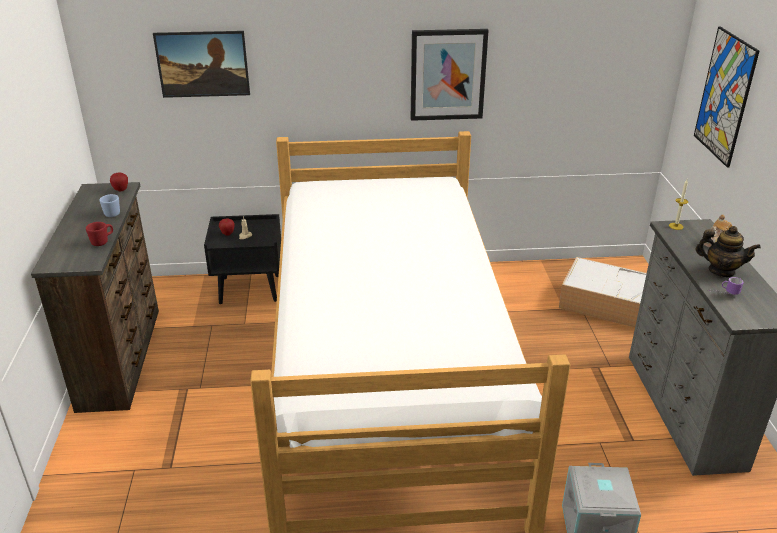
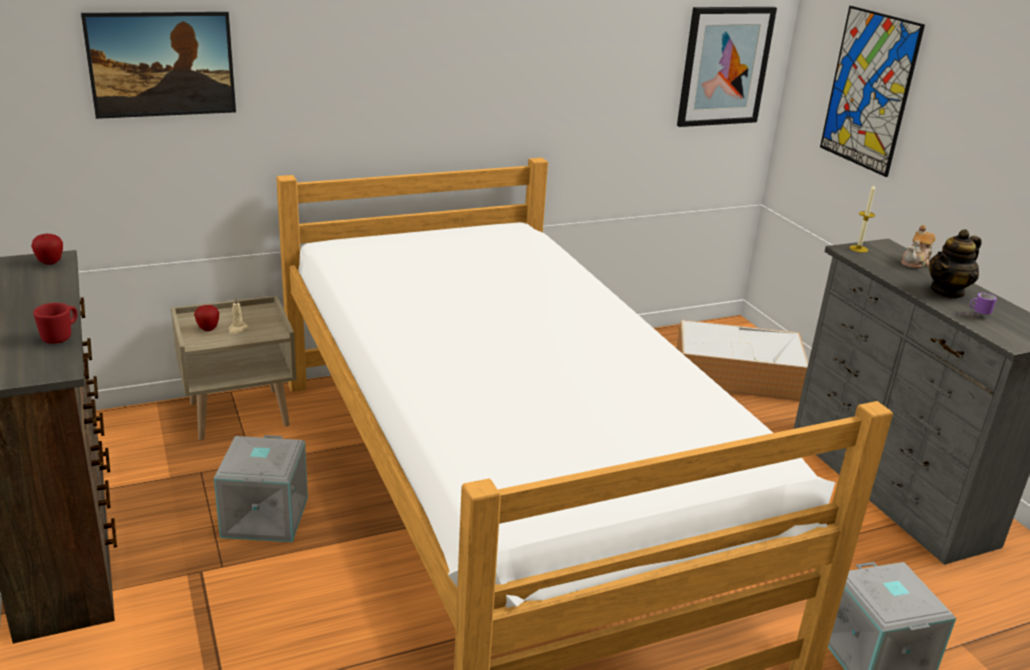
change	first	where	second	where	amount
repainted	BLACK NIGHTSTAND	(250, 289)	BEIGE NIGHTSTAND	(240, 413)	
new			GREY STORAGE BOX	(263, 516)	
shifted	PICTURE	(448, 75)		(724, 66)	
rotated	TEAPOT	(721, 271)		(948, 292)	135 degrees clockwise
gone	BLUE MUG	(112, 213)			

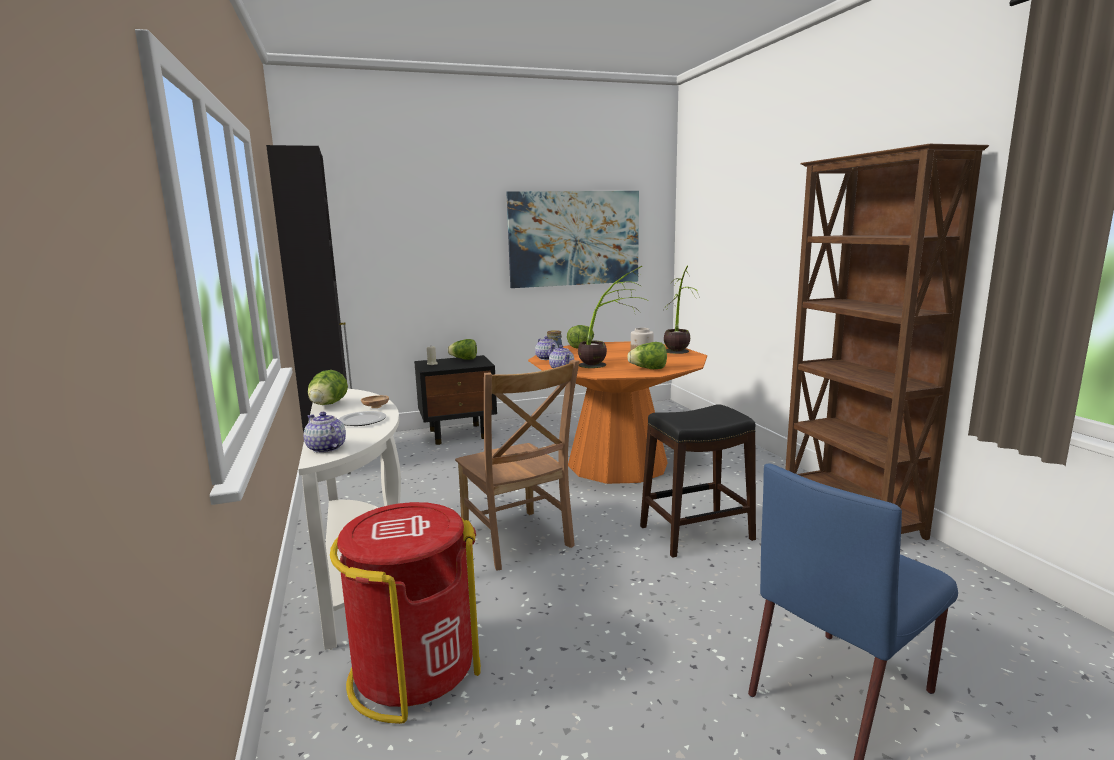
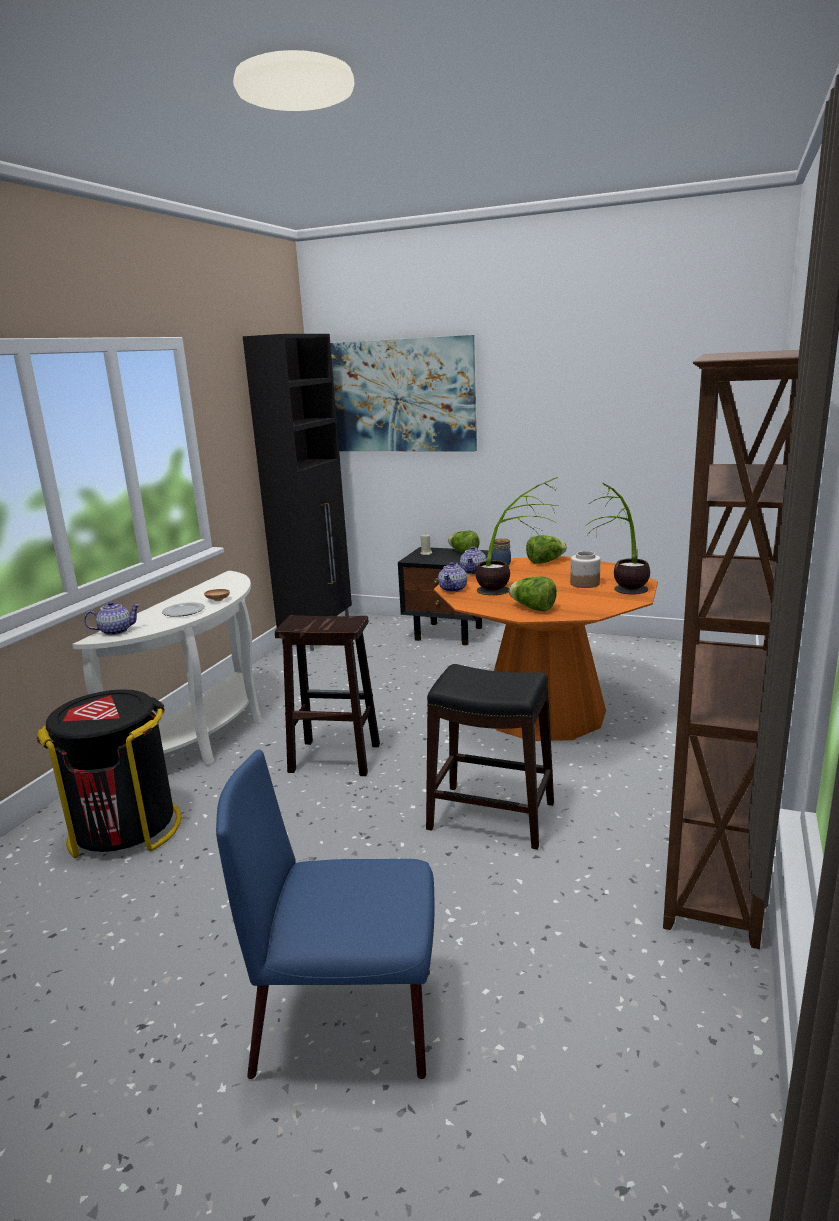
change	first	where	second	where	amount
repainted	RED TRASH CAN	(414, 673)	BLACK TRASH CAN	(125, 829)	
rotated	TEAPOT	(326, 448)		(115, 631)	75 degrees clockwise
swapped	BROWN CHAIR	(517, 541)	BROWN STOOL	(333, 758)	
shifted	PICTURE	(574, 238)		(398, 396)	
gone	LETTUCE	(327, 405)			

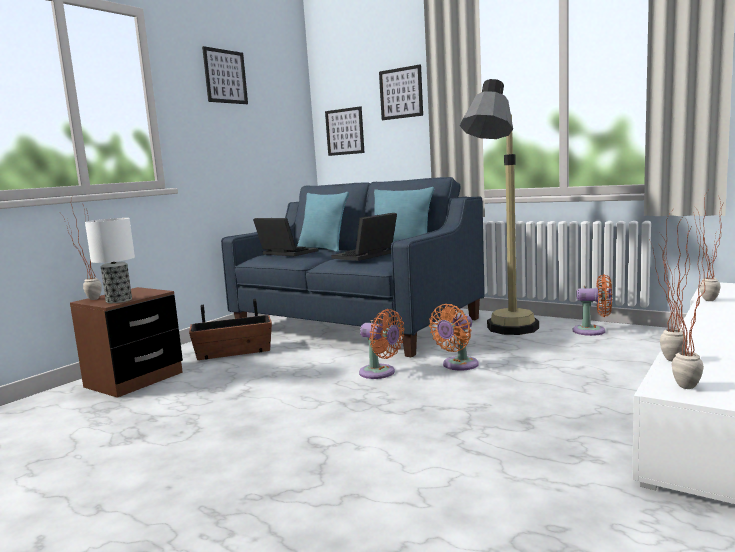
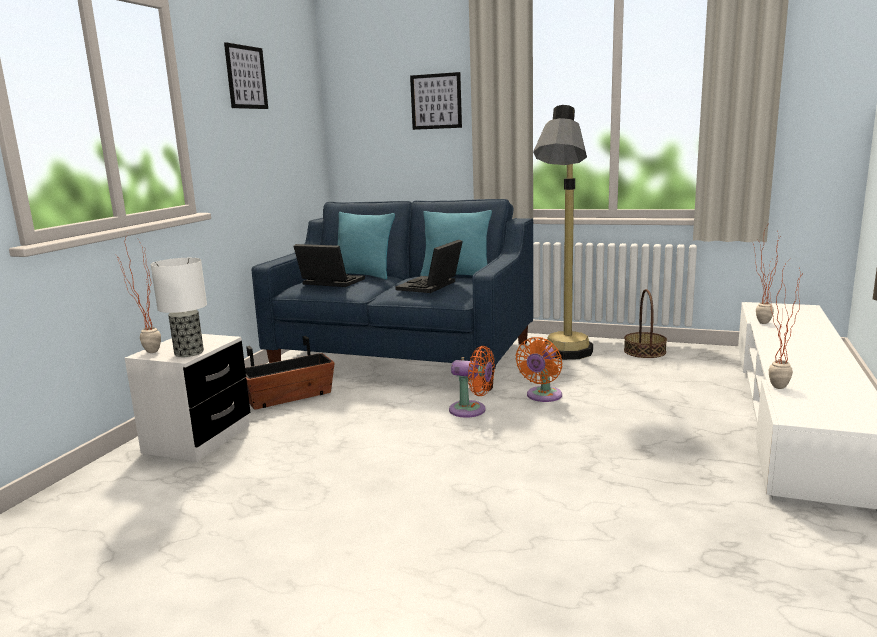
change	first	where	second	where	amount
repainted	BROWN NIGHTSTAND	(134, 380)	WHITE NIGHTSTAND	(198, 439)	
swapped	ORANGE FAN	(593, 331)	BASKET	(644, 351)	
gone	PICTURE	(345, 131)			
gone	POTTED PLANT	(676, 386)			

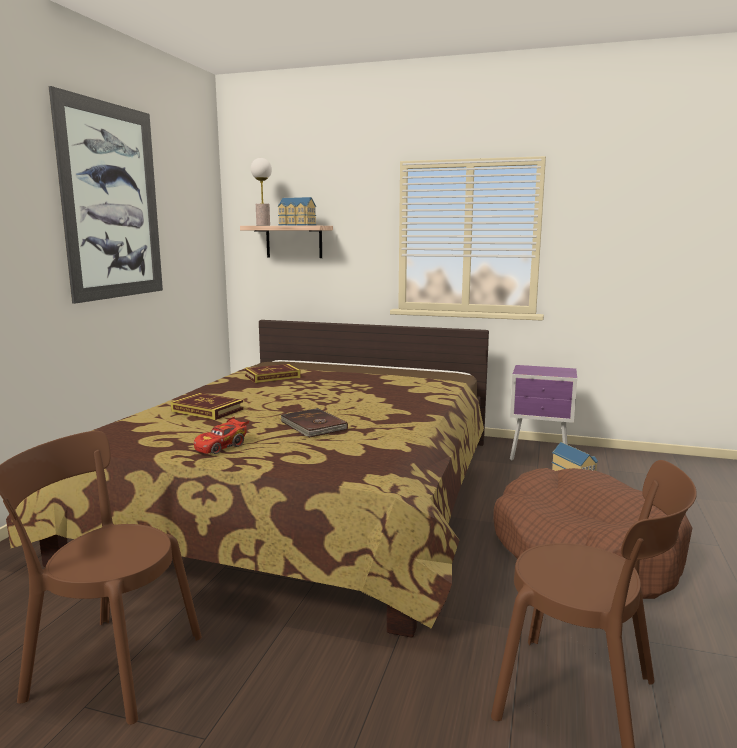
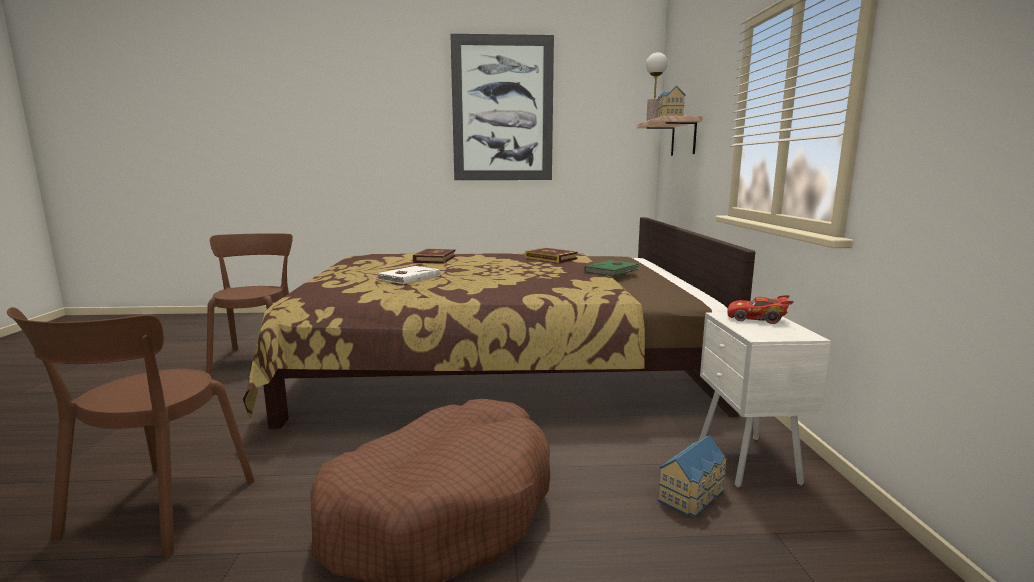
change	first	where	second	where	amount
repainted	BROWN BOOK	(313, 426)	WHITE BOOK	(408, 277)	
new			GREEN BOOK	(612, 271)	
repainted	PURPLE NIGHTSTAND	(540, 457)	WHITE NIGHTSTAND	(747, 462)	
shifted	RED TOY CAR	(221, 446)		(757, 319)	

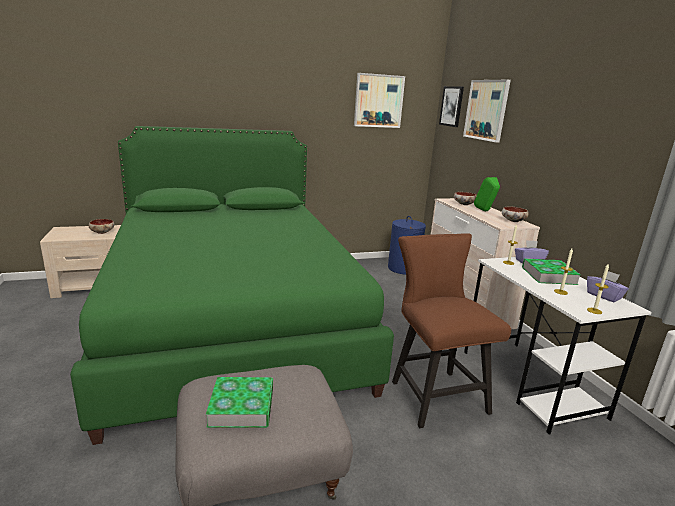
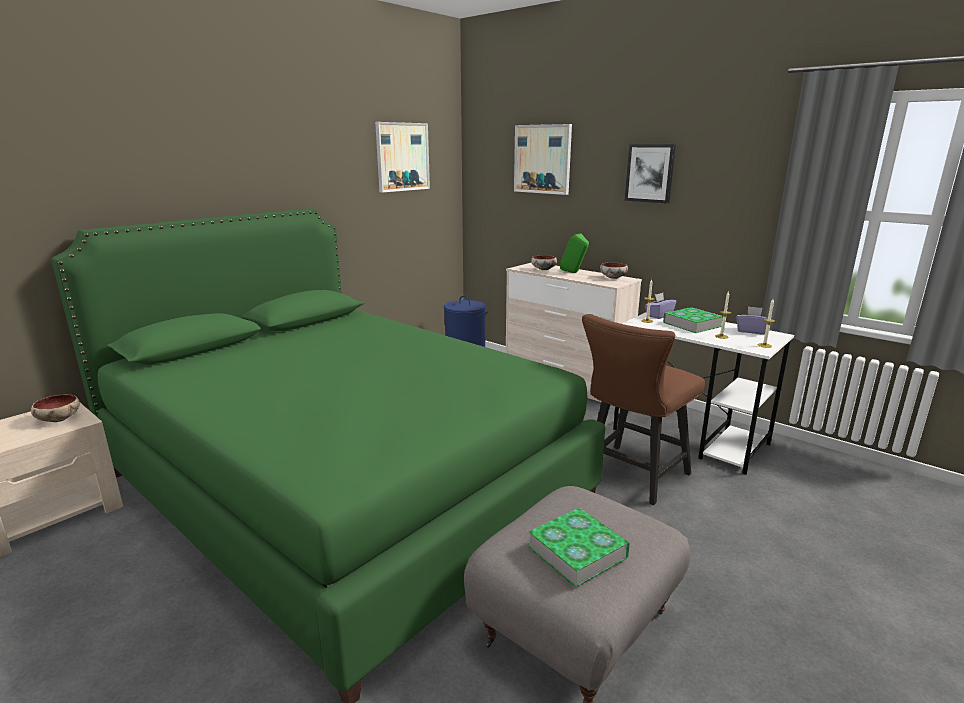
change	first	where	second	where	amount
rotated	BROWN CHAIR	(434, 393)		(631, 477)	90 degrees counterclockwise
shifted	PICTURE	(452, 106)		(650, 173)	

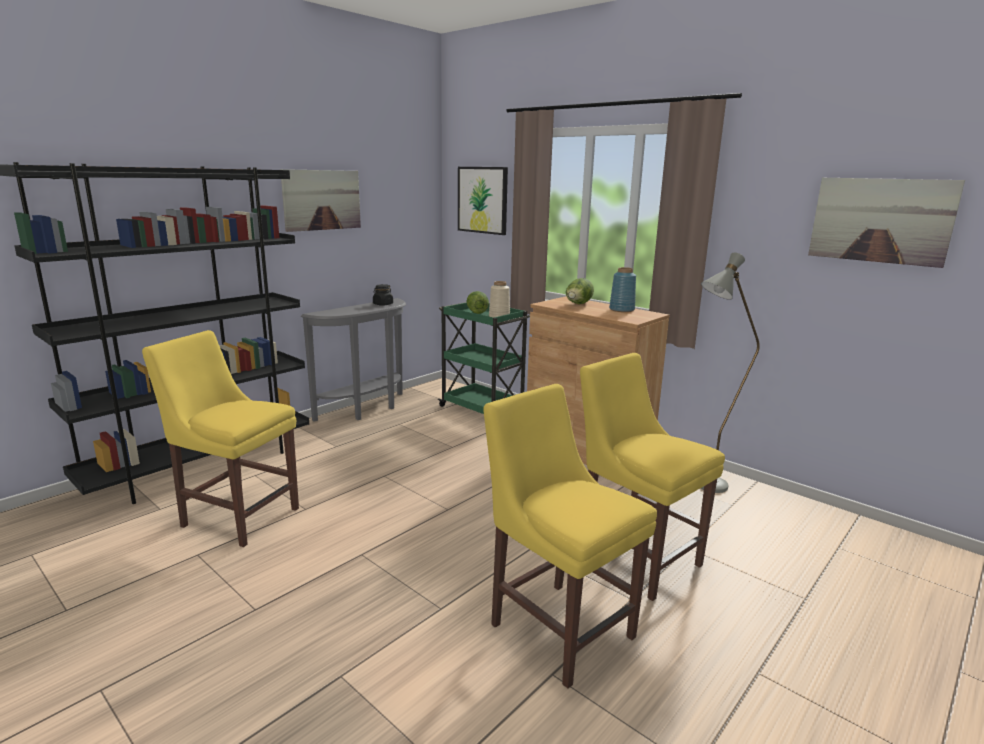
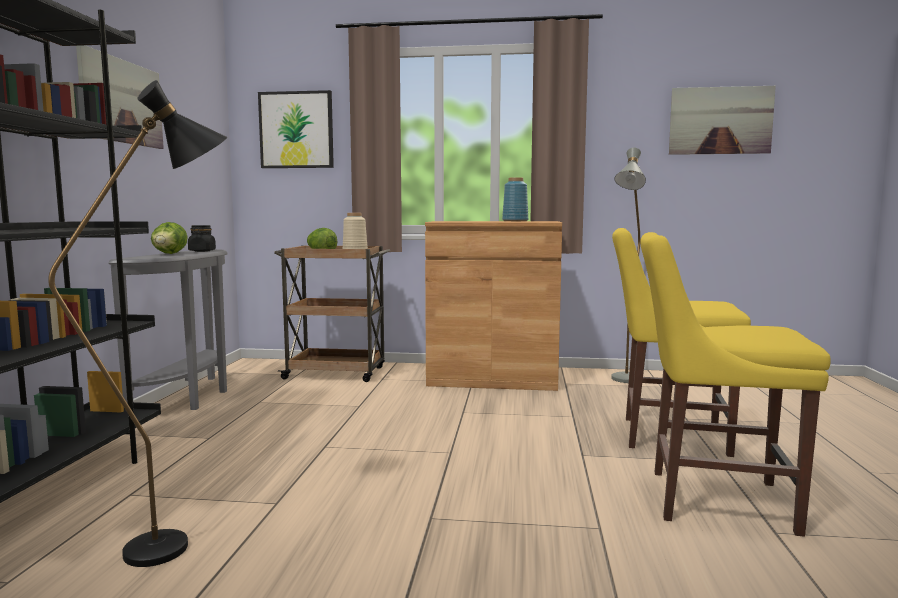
change	first	where	second	where	amount
swapped	YELLOW CHAIR	(237, 515)	BLACK FLOOR LAMP	(179, 542)	
shifted	LETTUCE	(578, 304)		(169, 254)	
repainted	GREEN CART	(482, 410)	BROWN CART	(337, 373)	

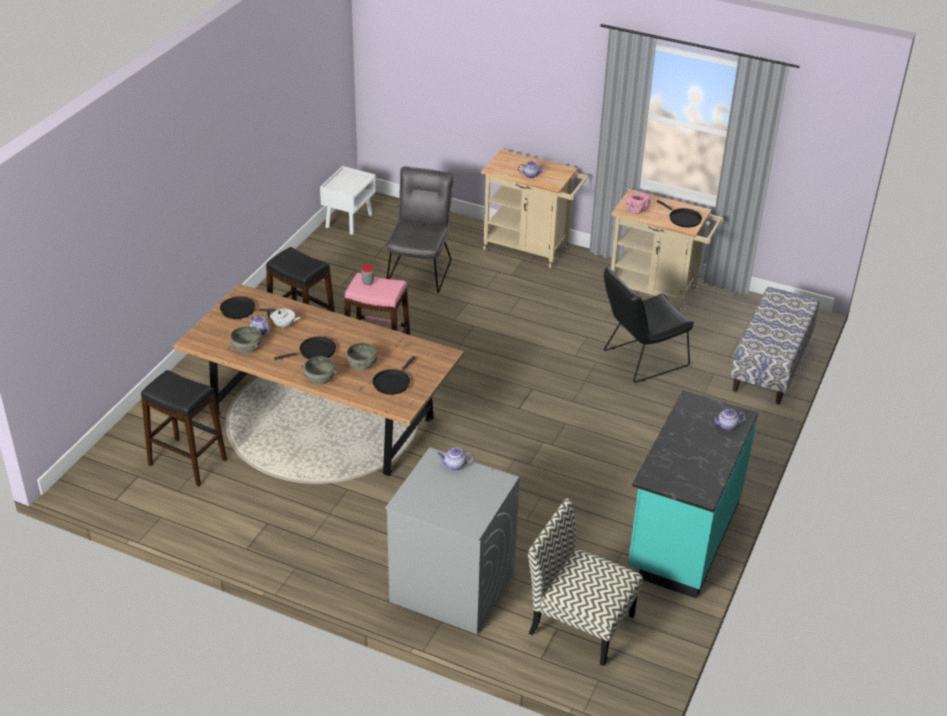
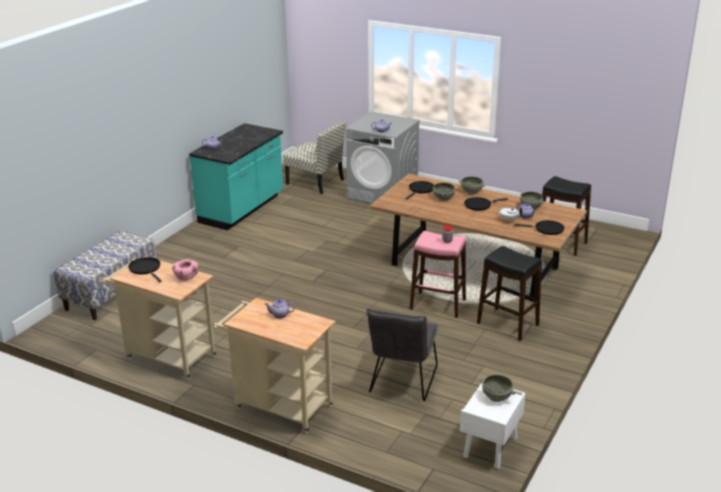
change	first	where	second	where	amount
new			GREY BOWL	(496, 397)	
gone	BLACK CHAIR	(640, 360)			

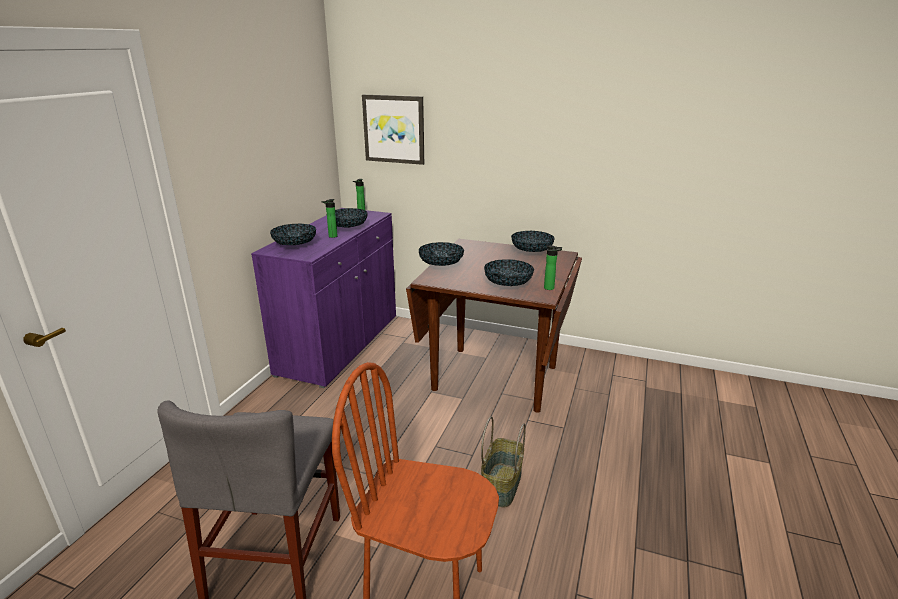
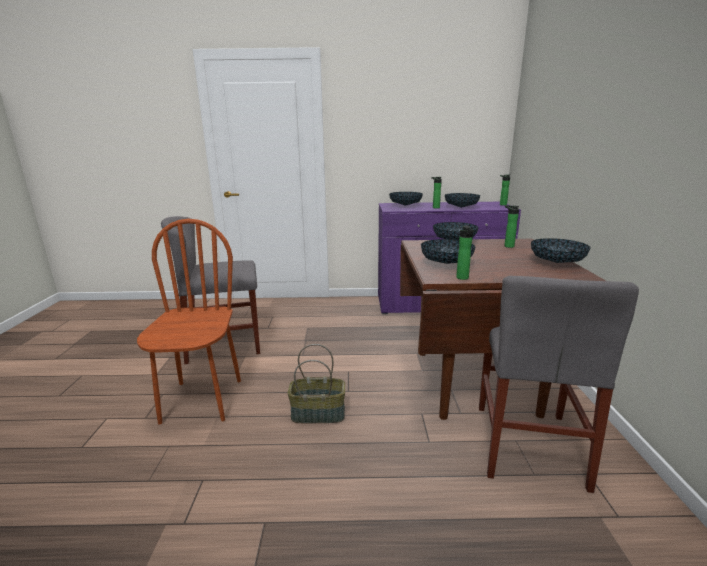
change	first	where	second	where	amount
new			GREY CHAIR	(527, 444)	
new			BOTTLE	(507, 246)	
gone	PICTURE	(394, 129)			

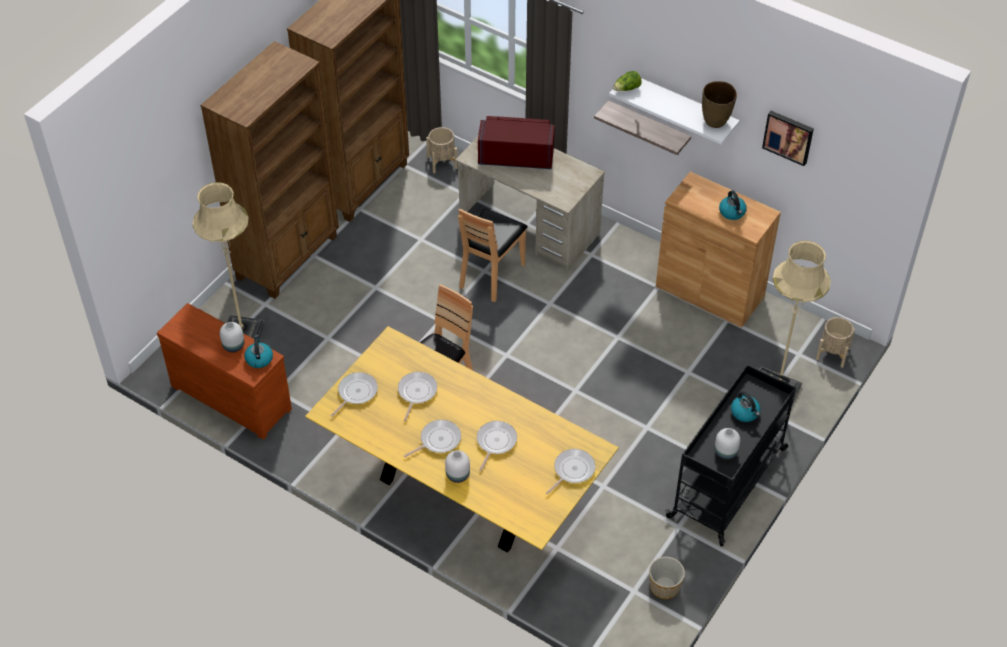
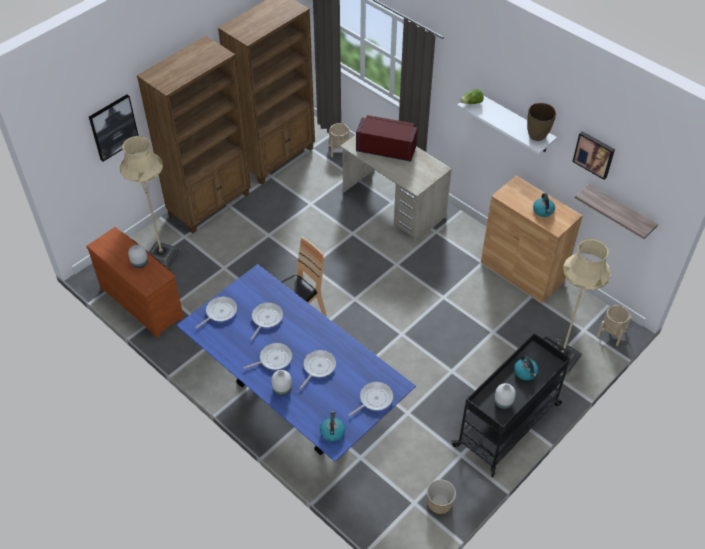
change	first	where	second	where	amount
new			PICTURE	(113, 127)	
repainted	YELLOW DINING TABLE	(462, 492)	BLUE DINING TABLE	(297, 401)	
shifted	KETTLE	(259, 358)		(332, 431)	
shifted	SHELF	(648, 129)		(619, 212)	
gone	BROWN CHAIR	(491, 275)			

